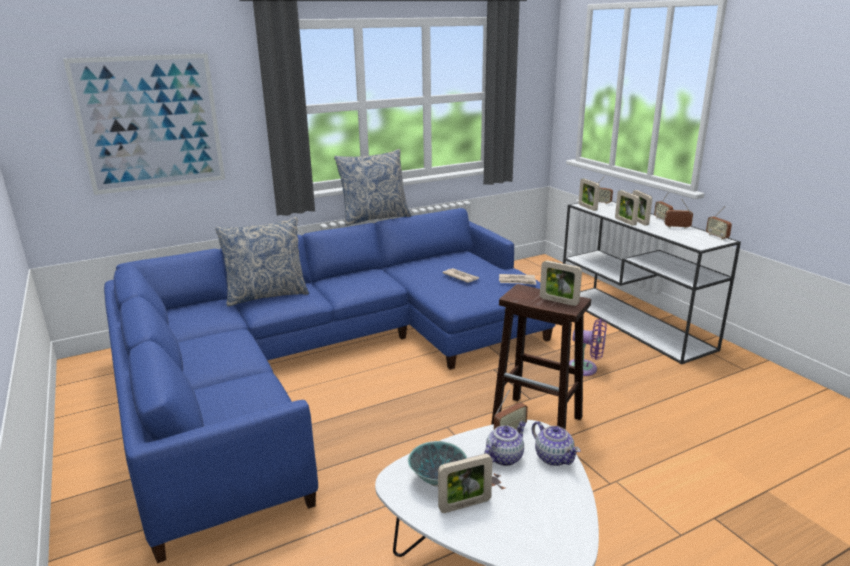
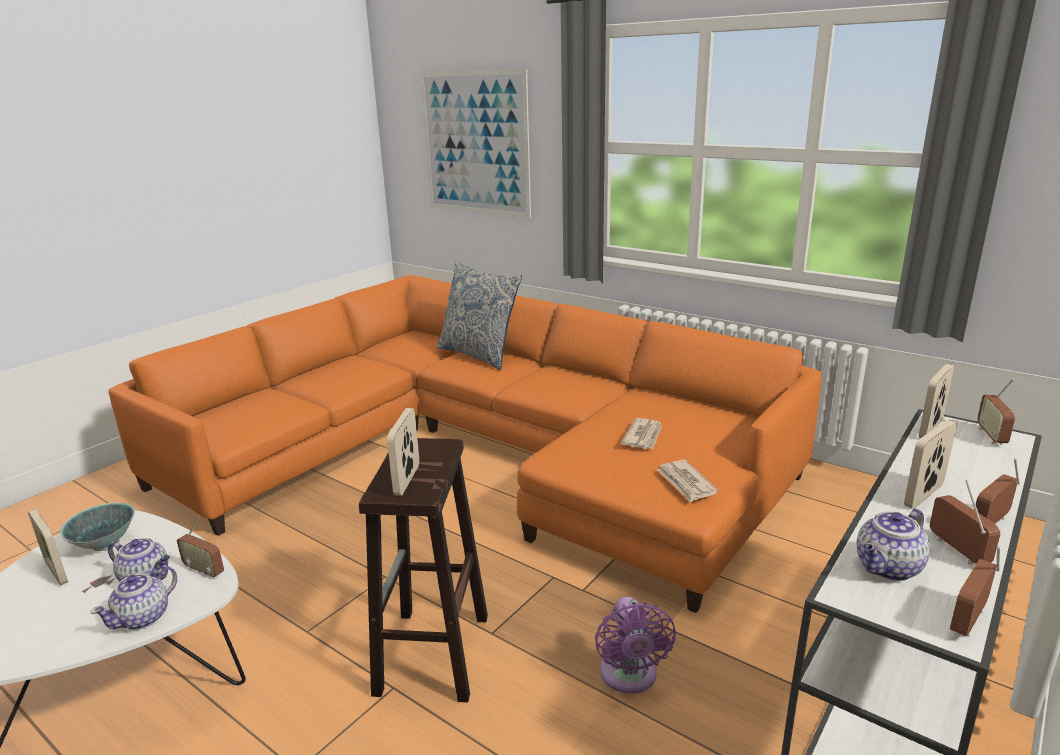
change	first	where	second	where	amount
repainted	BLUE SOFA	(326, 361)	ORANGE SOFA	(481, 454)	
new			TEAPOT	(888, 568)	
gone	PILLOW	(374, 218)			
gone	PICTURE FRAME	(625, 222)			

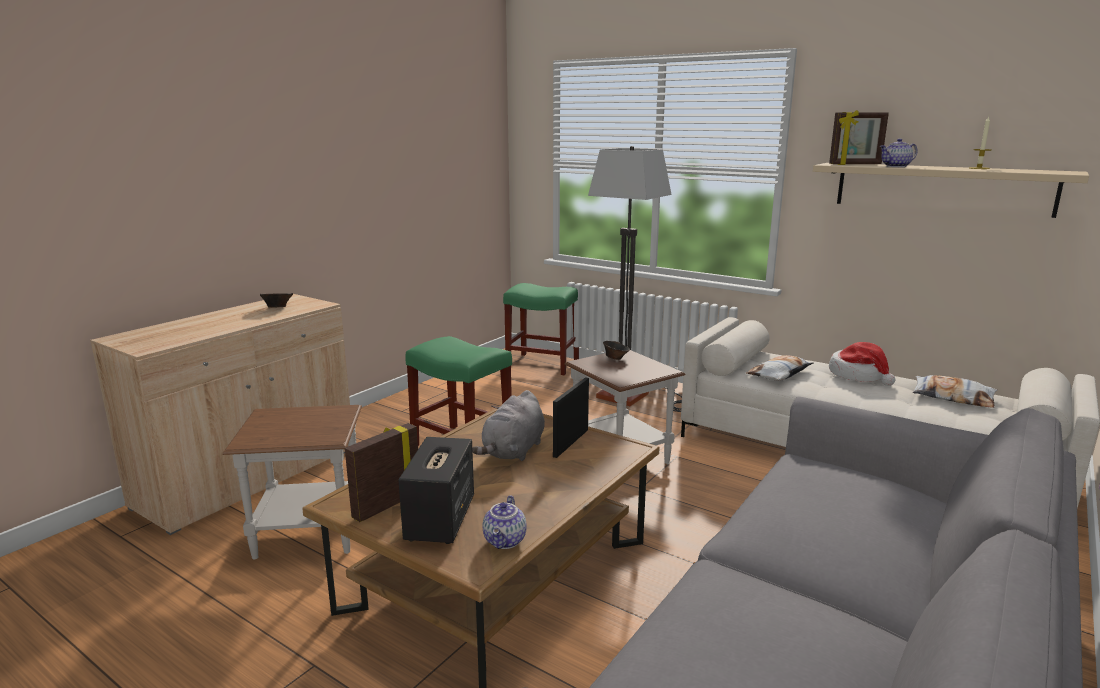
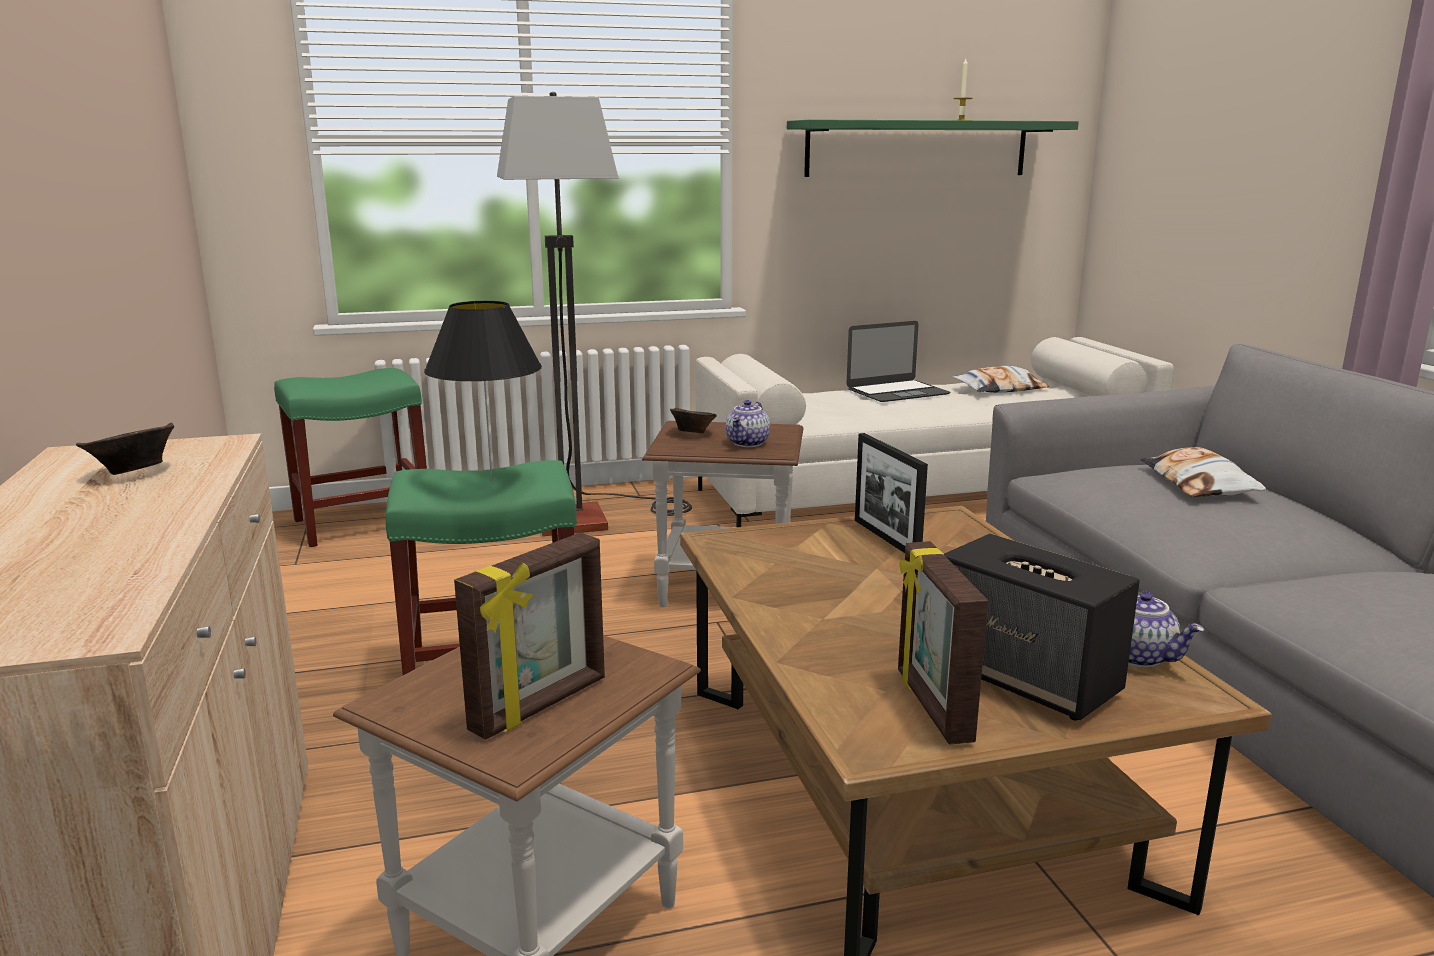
change	first	where	second	where	amount
new			BLACK TABLE LAMP	(492, 482)	
shifted	PICTURE FRAME	(855, 164)		(541, 705)	
shifted	TEAPOT	(896, 166)		(748, 443)	
repainted	BEIGE SHELF	(942, 188)	GREEN SHELF	(917, 148)	
swapped	HAT	(858, 375)	LAPTOP	(897, 391)	
shifted	PILLOW	(779, 374)		(1199, 484)	
gone	GREY PLUSH TOY	(513, 451)			

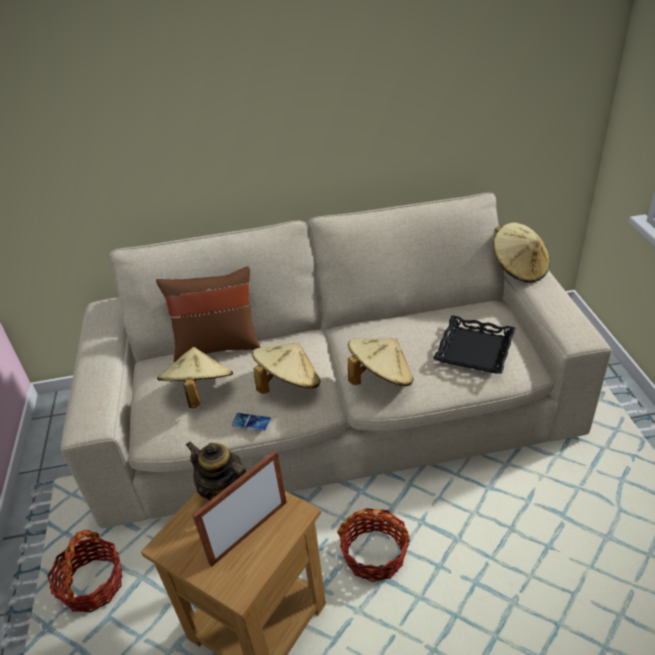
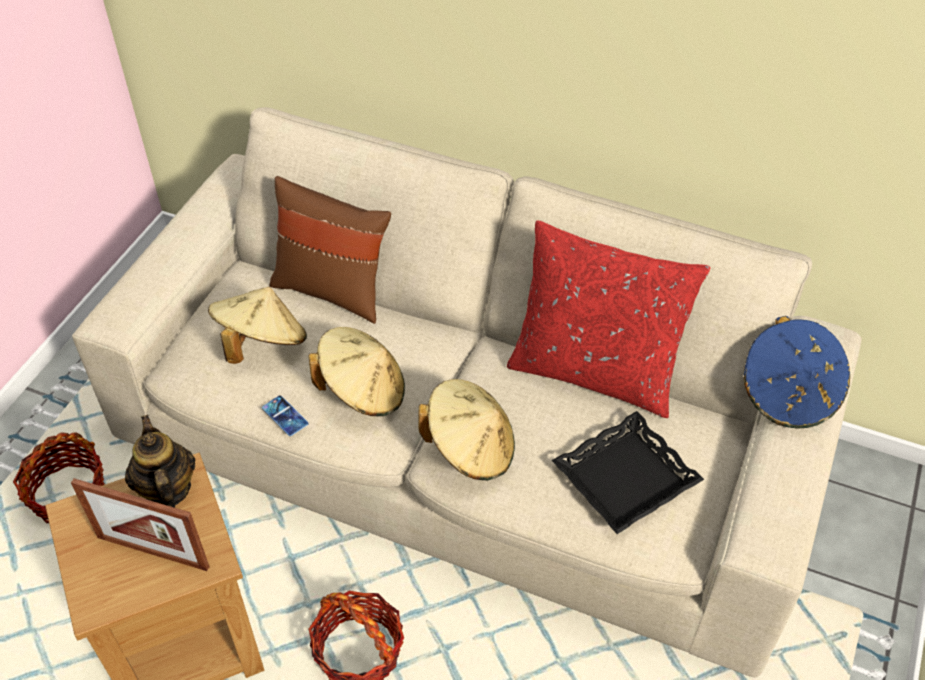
change	first	where	second	where	amount
rotated	PICTURE FRAME	(249, 532)		(153, 552)	150 degrees counterclockwise
new			RED PILLOW	(595, 372)	
repainted	BEIGE HAT	(519, 269)	BLUE HAT	(789, 394)	

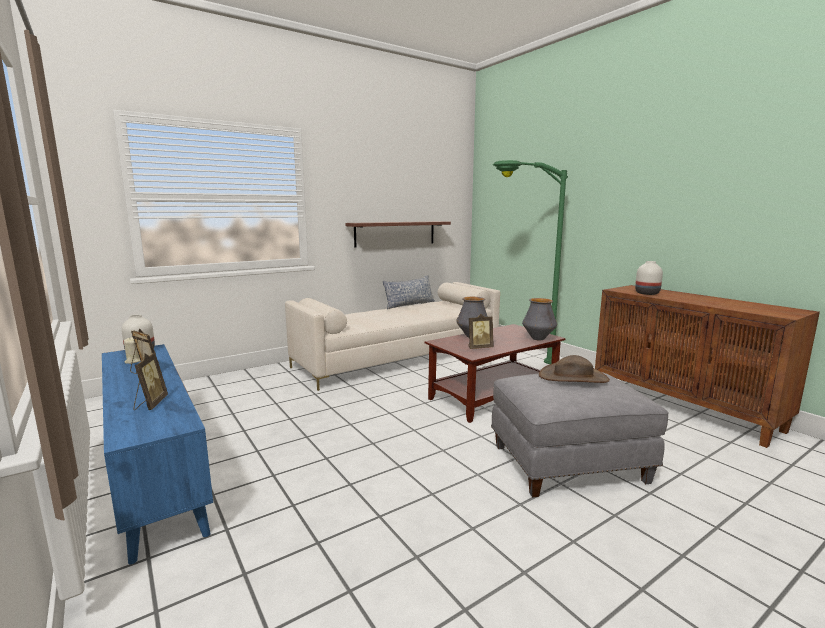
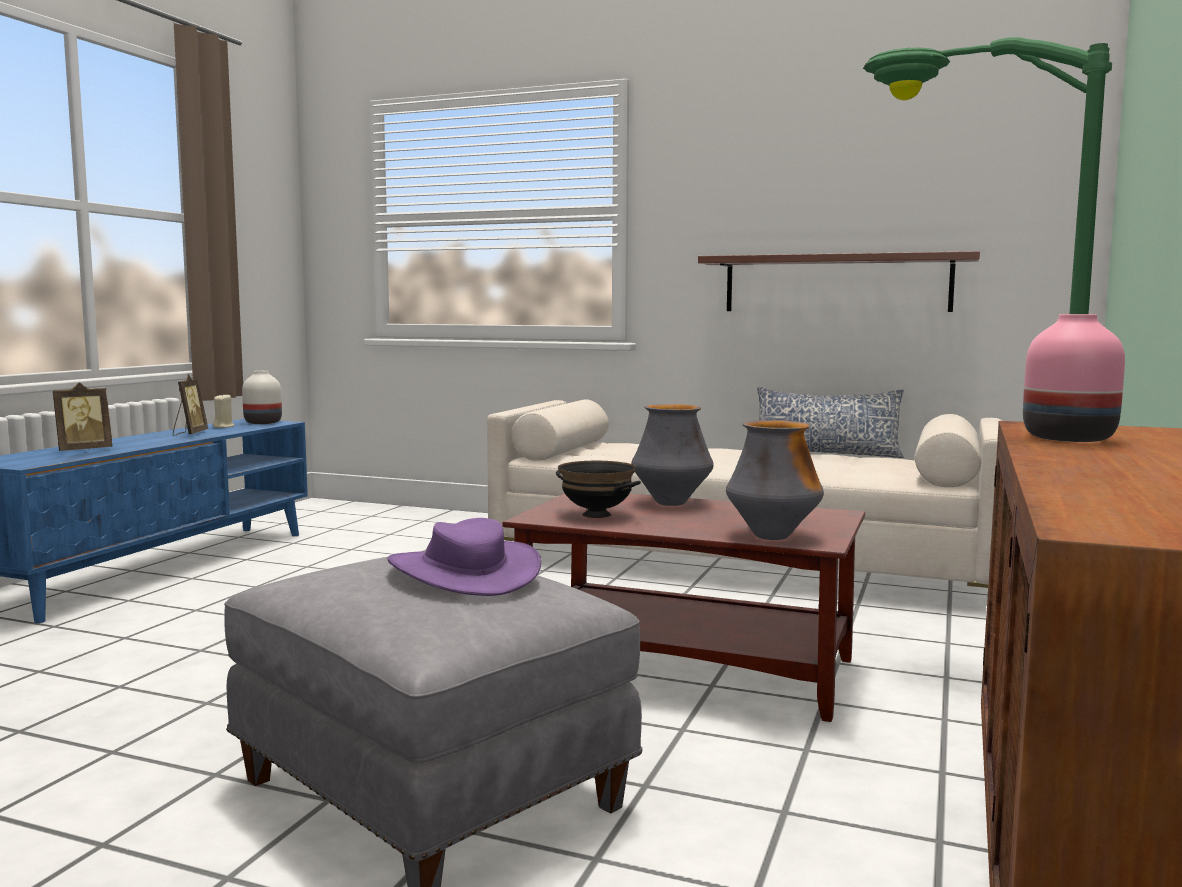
change	first	where	second	where	amount
repainted	BROWN HAT	(573, 377)	PURPLE HAT	(464, 573)	
swapped	PICTURE FRAME	(479, 348)	BLACK BOWL	(597, 514)	
repainted	WHITE VASE	(647, 293)	PINK VASE	(1071, 438)	

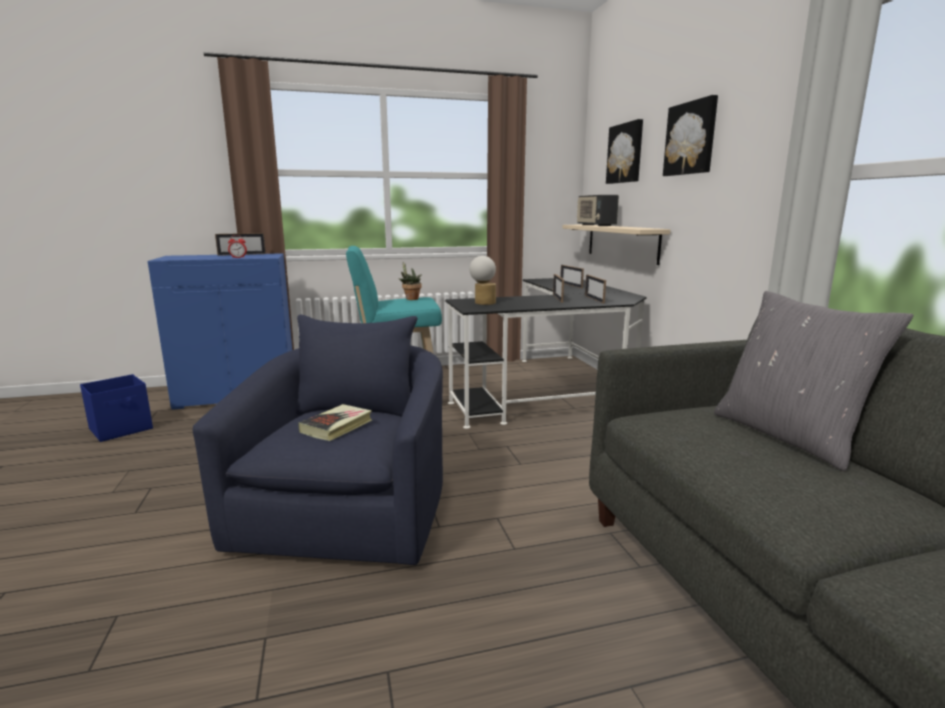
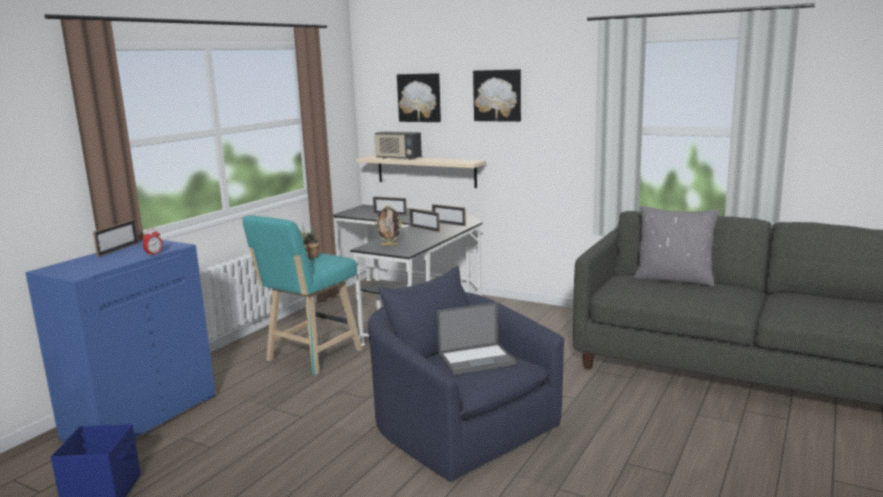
change	first	where	second	where	amount
swapped	TABLE LAMP	(483, 302)	PICTURE FRAME	(389, 245)	
swapped	BOOK	(337, 426)	LAPTOP	(477, 359)	

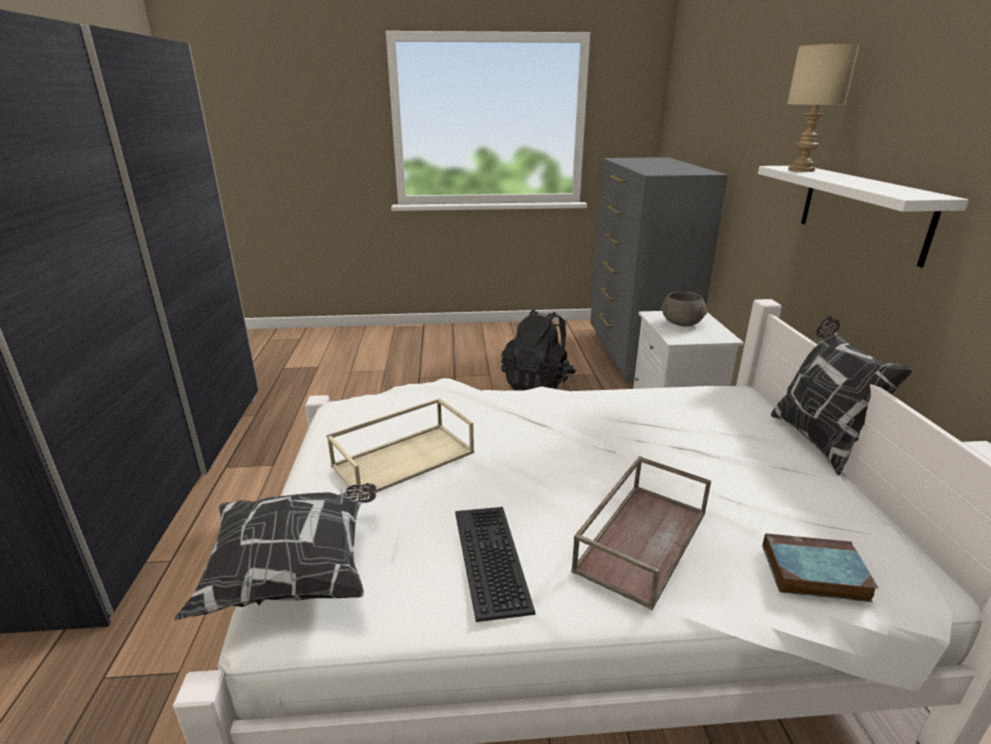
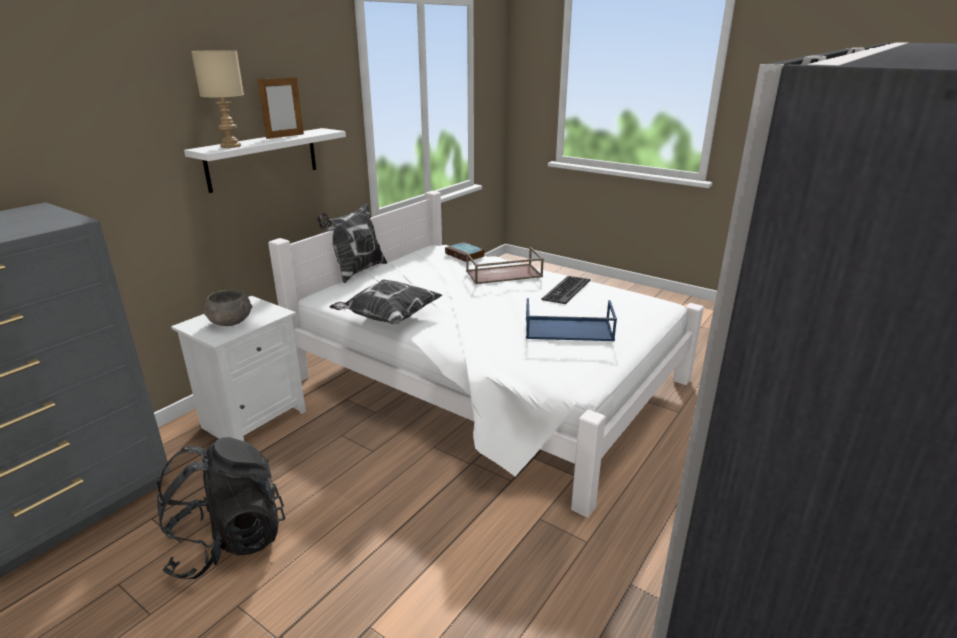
change	first	where	second	where	amount
new			PICTURE FRAME	(285, 136)	
shifted	PILLOW	(295, 571)		(388, 318)	
repainted	BEIGE TRAY	(404, 458)	BLUE TRAY	(567, 330)	

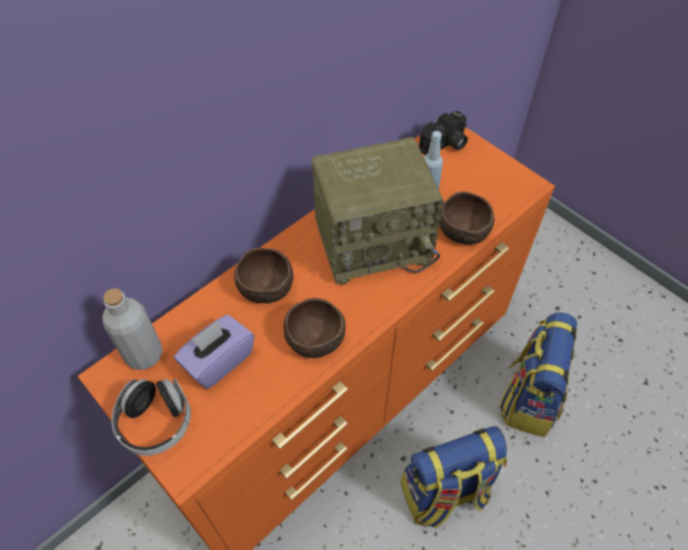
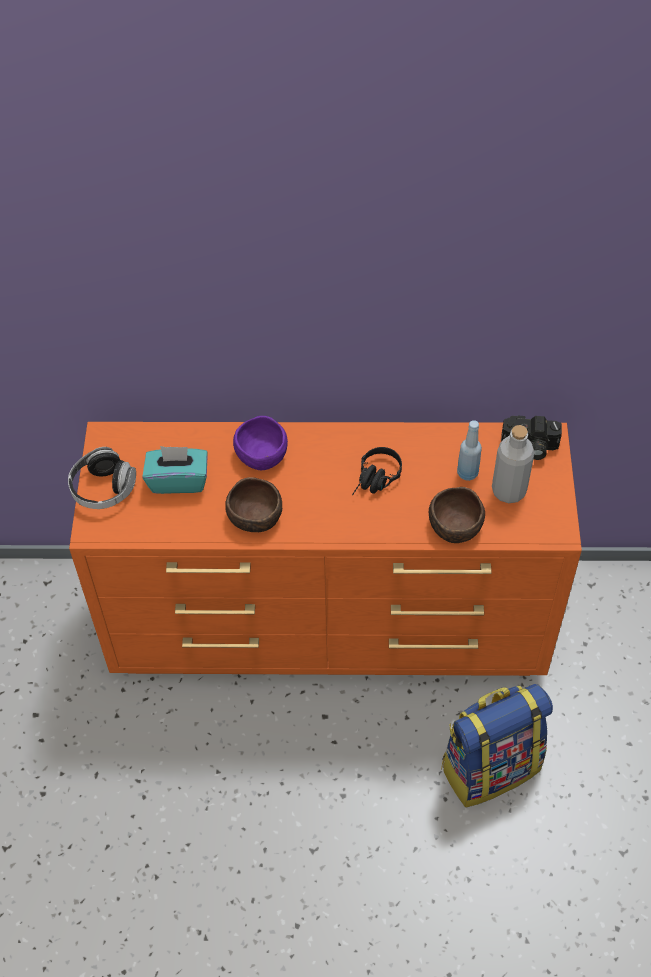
change	first	where	second	where	amount
repainted	PURPLE TISSUE BOX	(218, 361)	TURQUOISE TISSUE BOX	(178, 480)	
repainted	BROWN BOWL	(266, 287)	PURPLE BOWL	(261, 455)	
swapped	RADIO	(374, 241)	BLACK HEADPHONES	(375, 481)	
shifted	GREY BOTTLE	(144, 354)		(509, 490)	
gone	BACKPACK	(444, 493)			

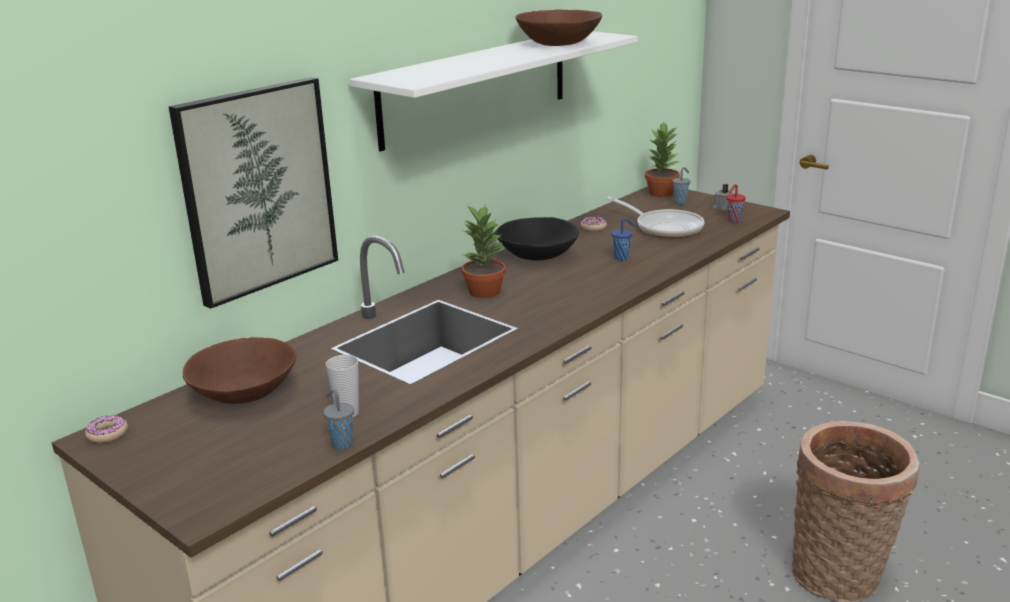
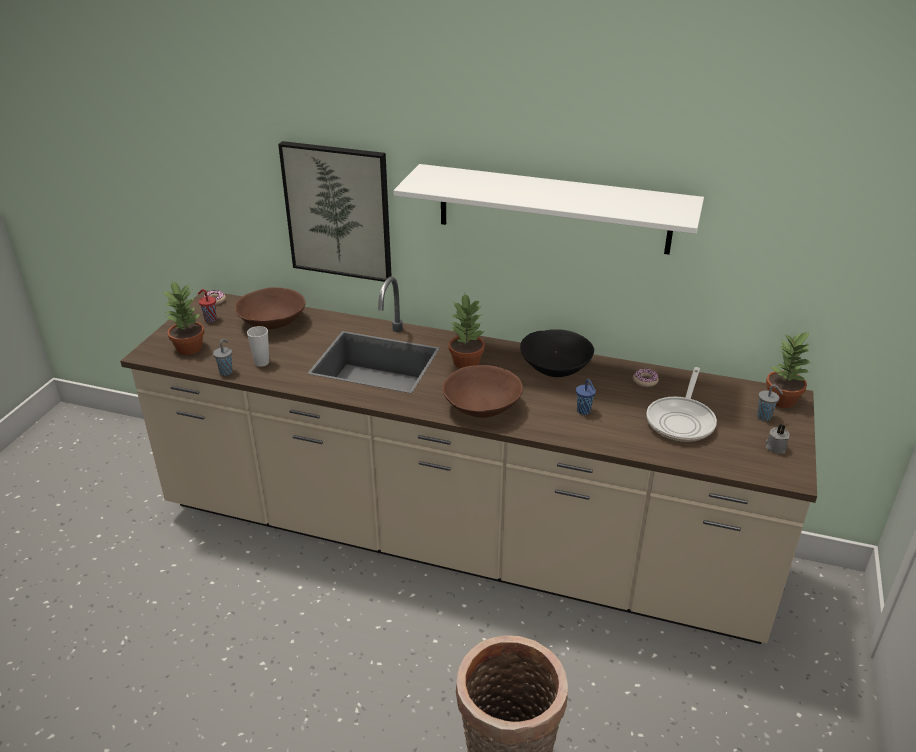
change	first	where	second	where	amount
new			POTTED PLANT	(190, 348)	
shifted	RED CUP	(733, 221)		(210, 319)	
shifted	BROWN BOWL	(559, 44)		(481, 408)	

